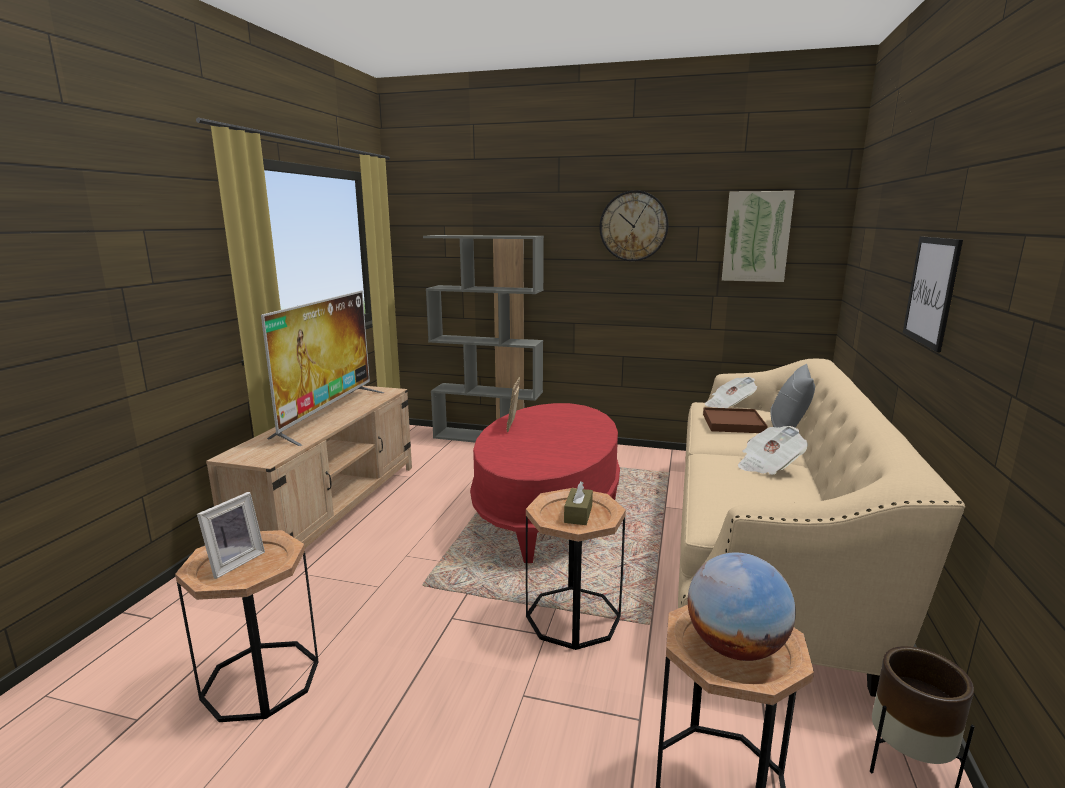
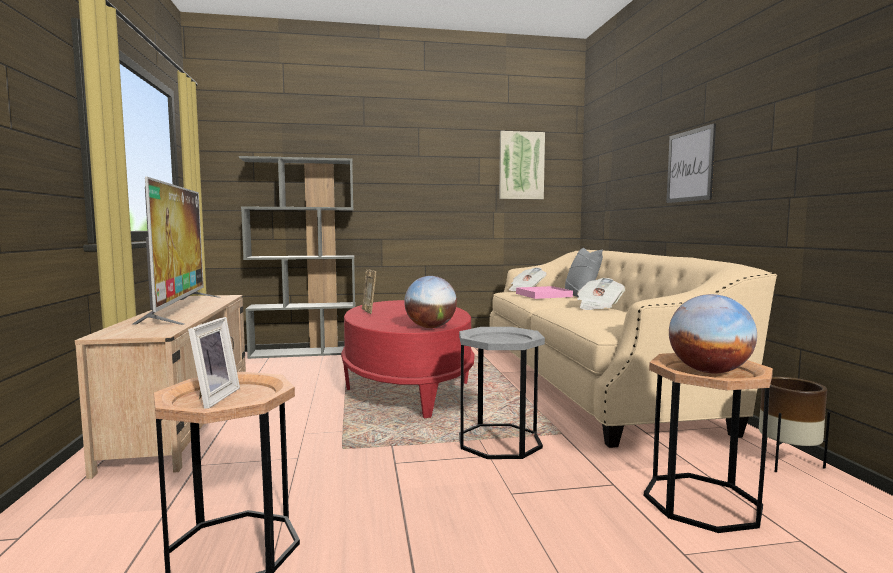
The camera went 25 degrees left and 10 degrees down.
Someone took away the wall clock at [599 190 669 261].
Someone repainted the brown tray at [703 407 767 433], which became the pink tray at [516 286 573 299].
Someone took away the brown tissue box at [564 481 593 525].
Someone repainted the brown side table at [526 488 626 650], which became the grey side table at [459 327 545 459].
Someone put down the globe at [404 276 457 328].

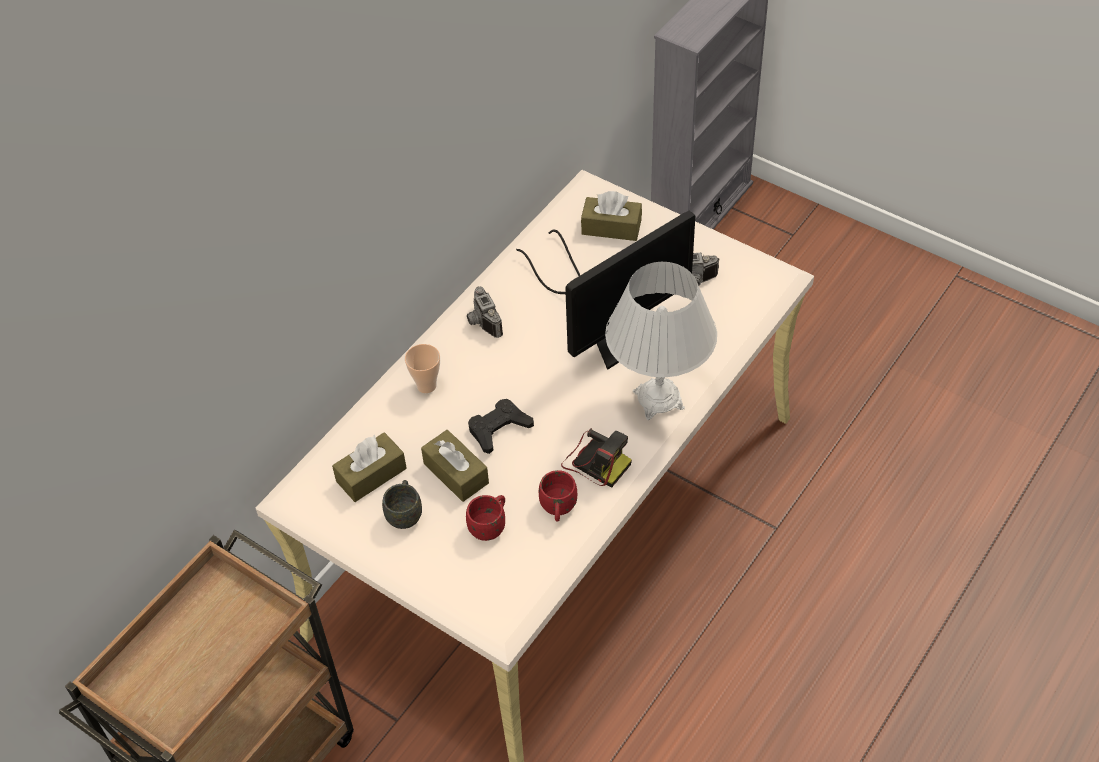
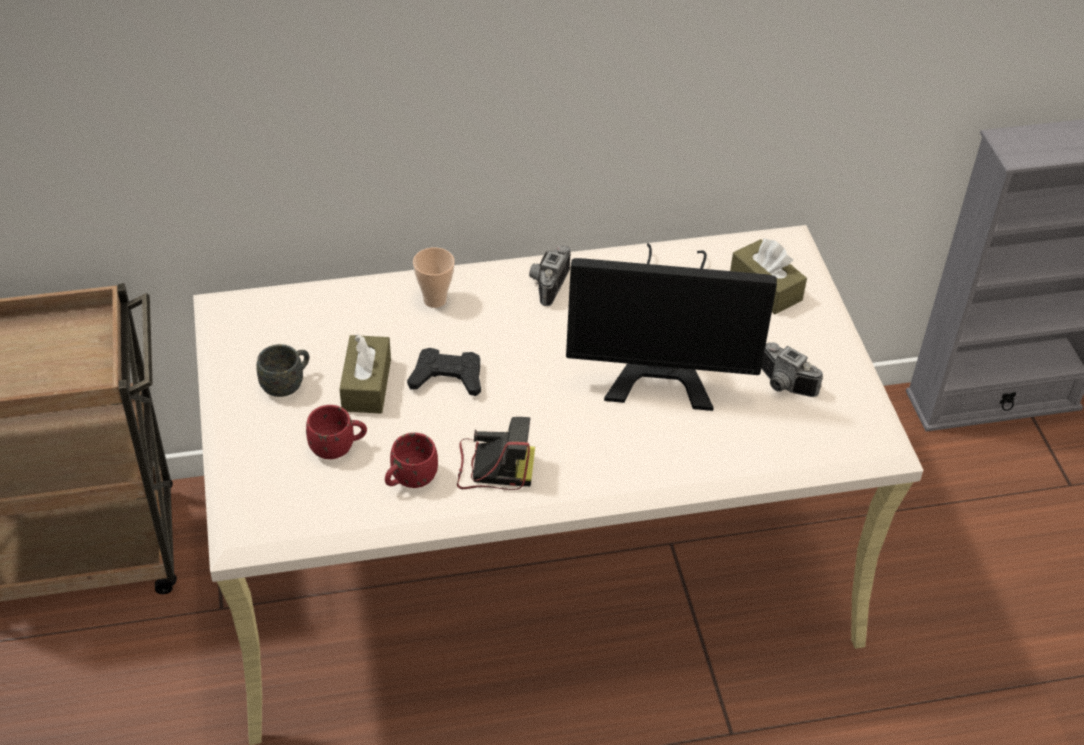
The camera went 40 degrees right and 5 degrees down.
Someone took away the white table lamp at [605 262 717 420].
Someone rotated the photo camera at [561 428 632 487] by 75 degrees counterclockwise.
Someone took away the brown tissue box at [332 432 406 502].

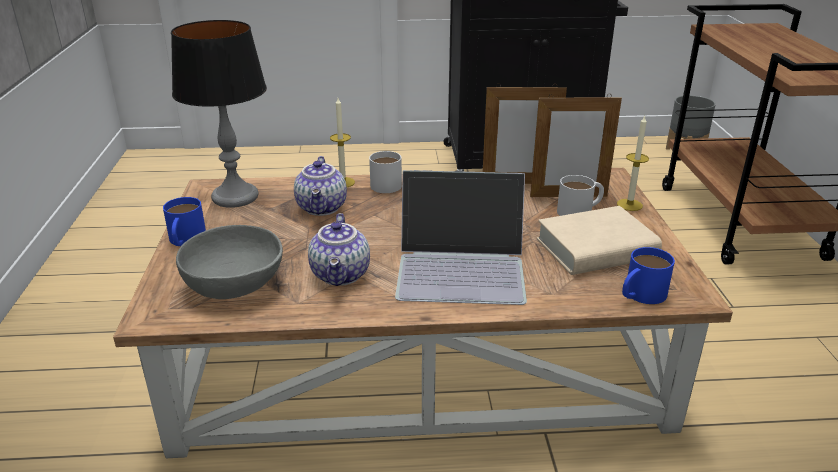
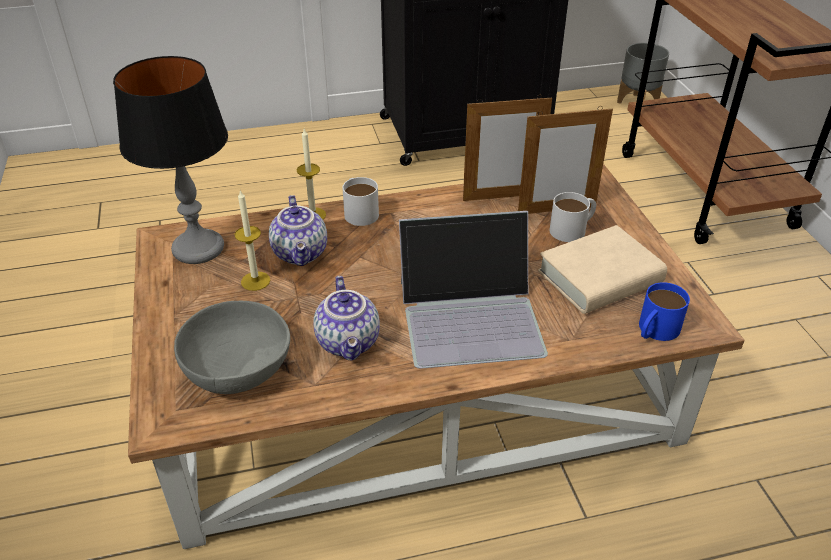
The camera went 10 degrees left and 10 degrees up.
Someone carried the candle from [617 116 649 211] to [235 190 271 291].
Someone took away the blue mug at [163 197 206 246].

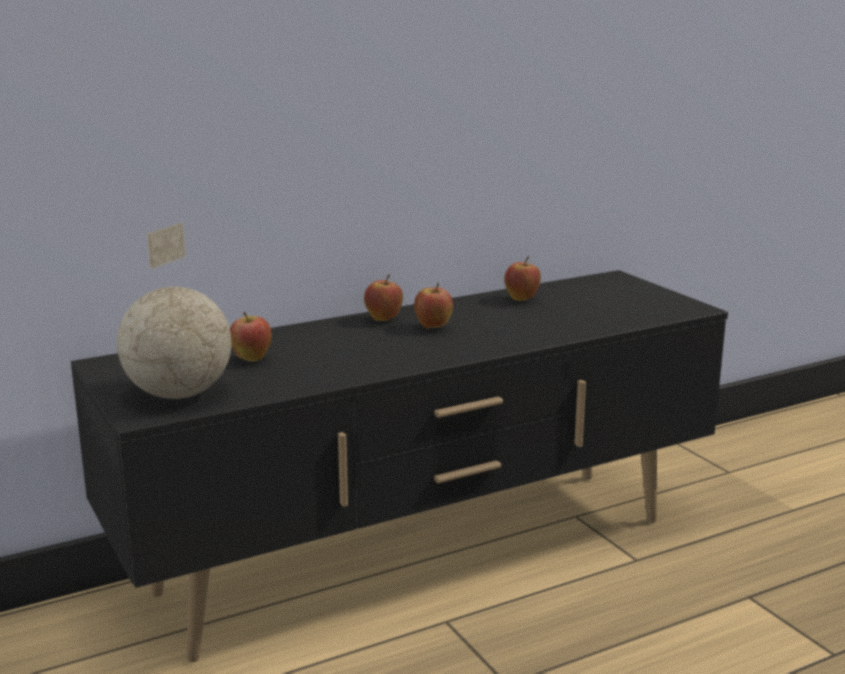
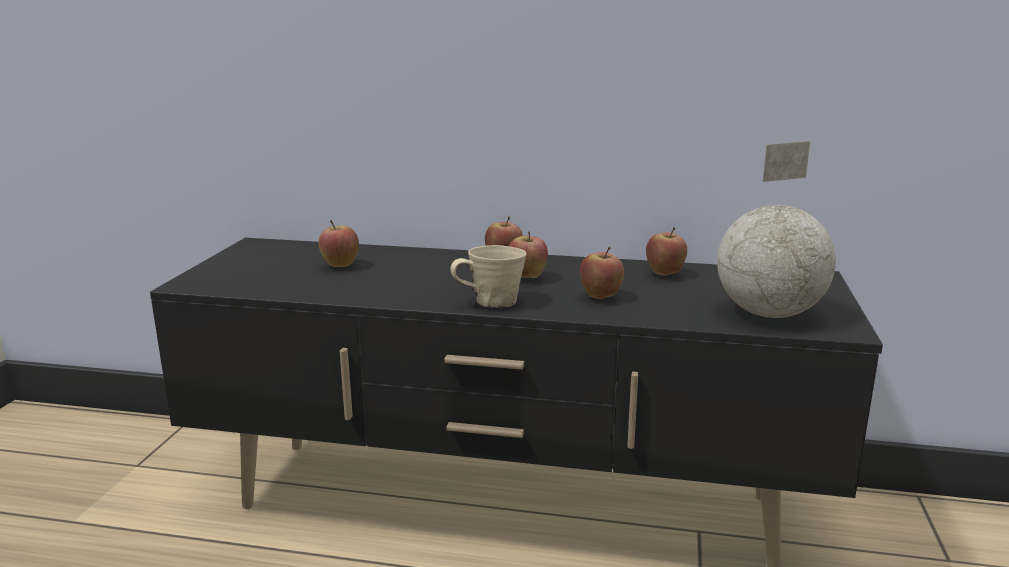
The camera went 40 degrees right and 0 degrees up.
Someone carried the globe from [117 222 232 399] to [717 141 836 318].
Someone put down the beige mug at [450 245 527 308].
Someone put down the apple at [580 246 624 299].

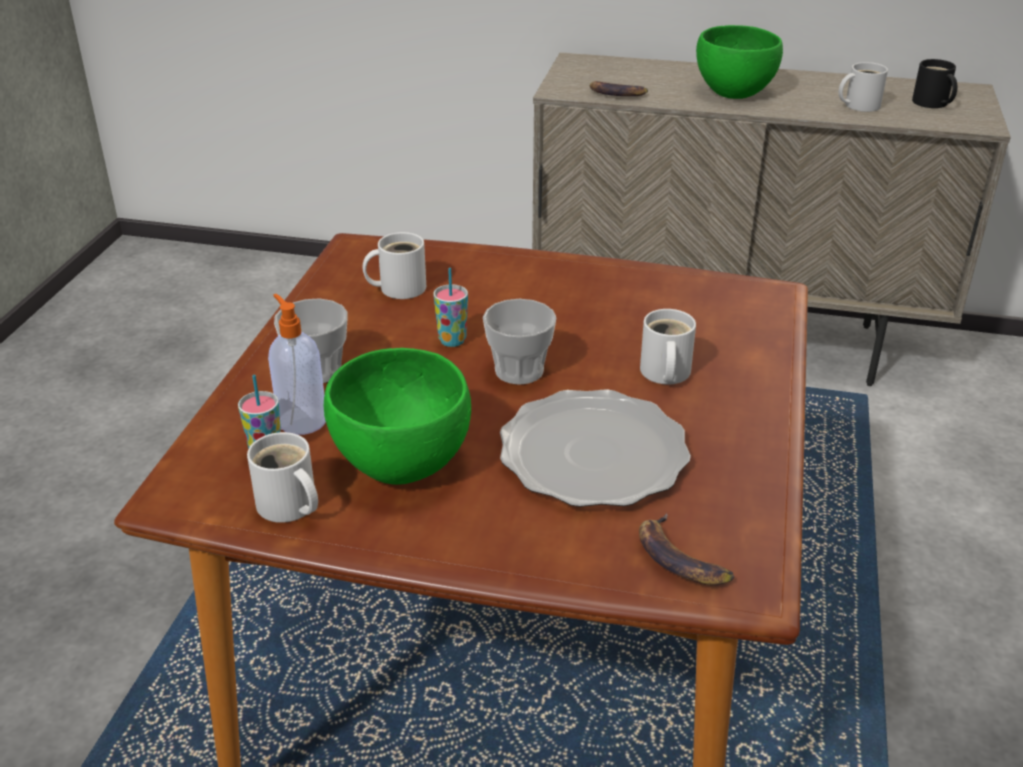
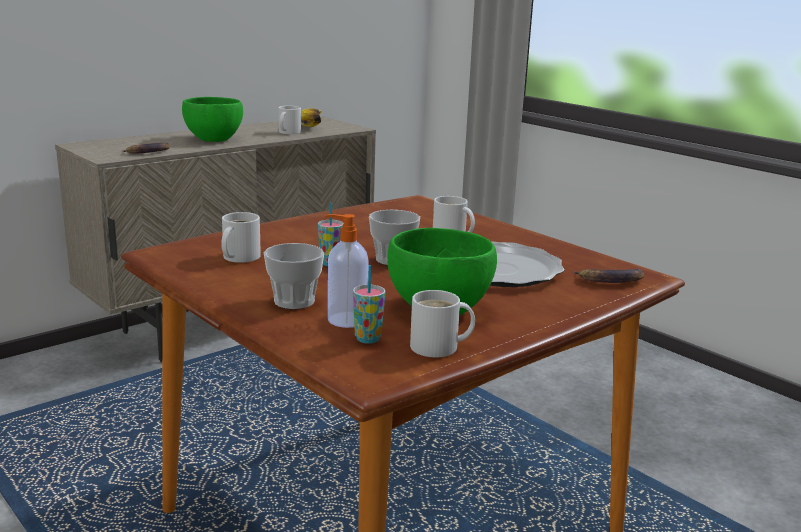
The camera went 55 degrees left and 15 degrees down.
Someone swapped the black mug at [912 59 957 108] for the banana at [301 108 323 127].

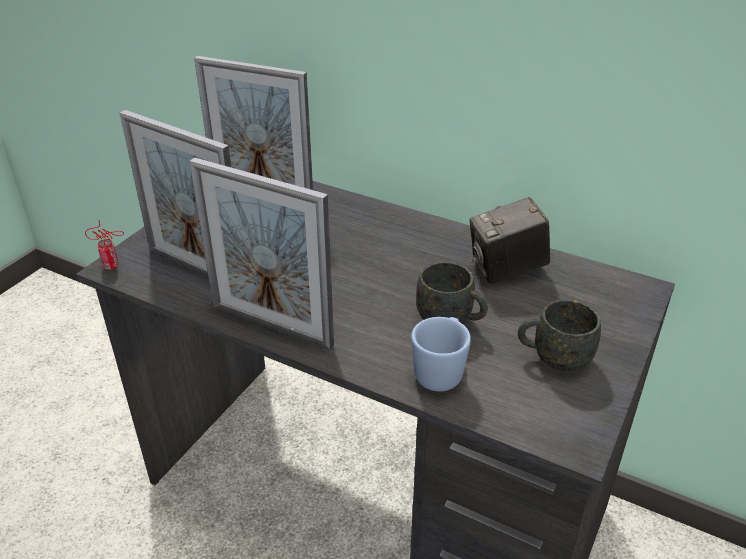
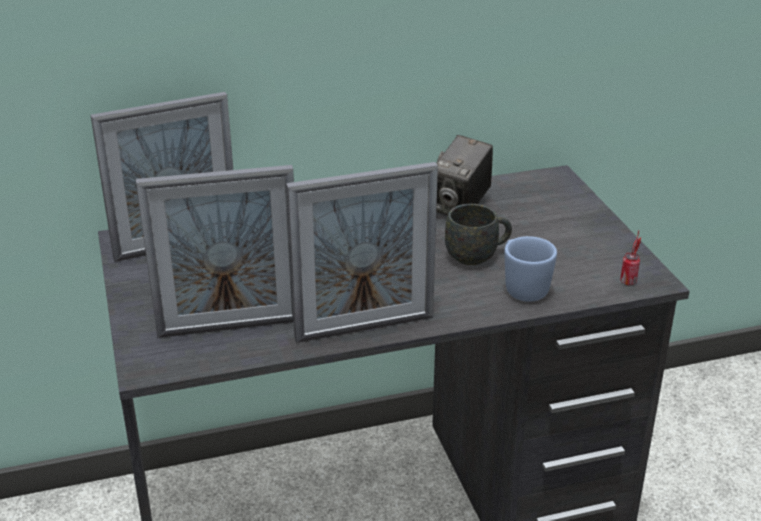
The camera went 45 degrees left and 5 degrees down.
Someone carried the can from [85 219 124 270] to [620 230 641 285].
Someone took away the grey mug at [518 299 601 371].

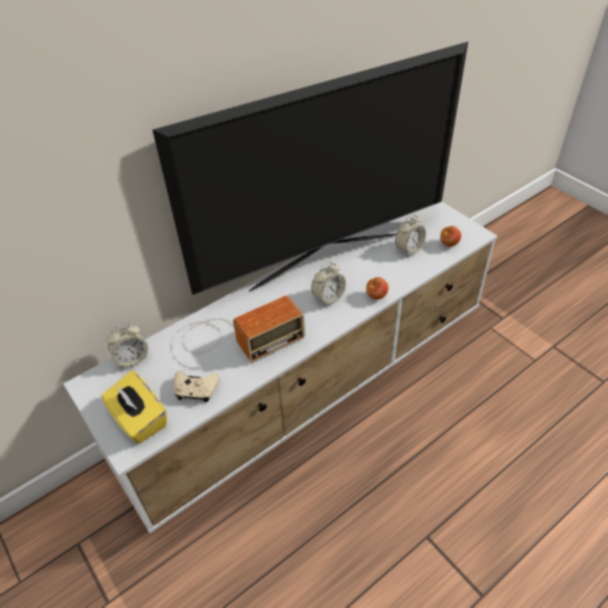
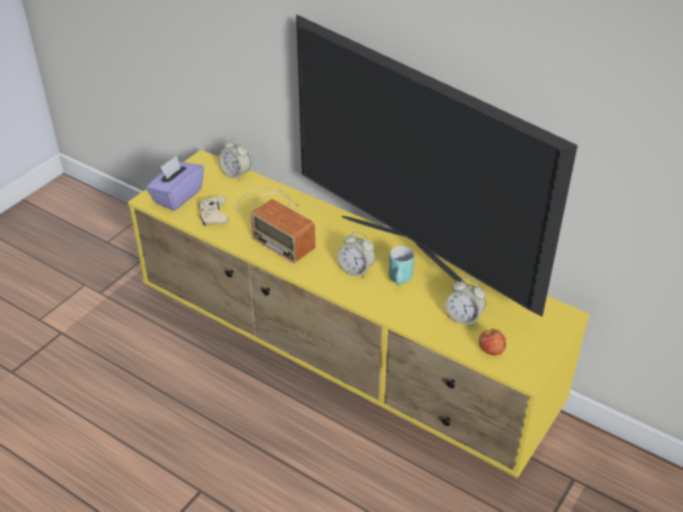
The camera went 70 degrees right and 5 degrees down.
Someone repainted the white tv stand at [63 202 497 533], which became the yellow tv stand at [128 150 590 478].
Someone took away the apple at [366 277 389 299].
Someone repainted the yellow tissue box at [101 370 167 443], which became the purple tissue box at [146 155 204 211].
Someone put down the turquoise mug at [389 246 414 286].

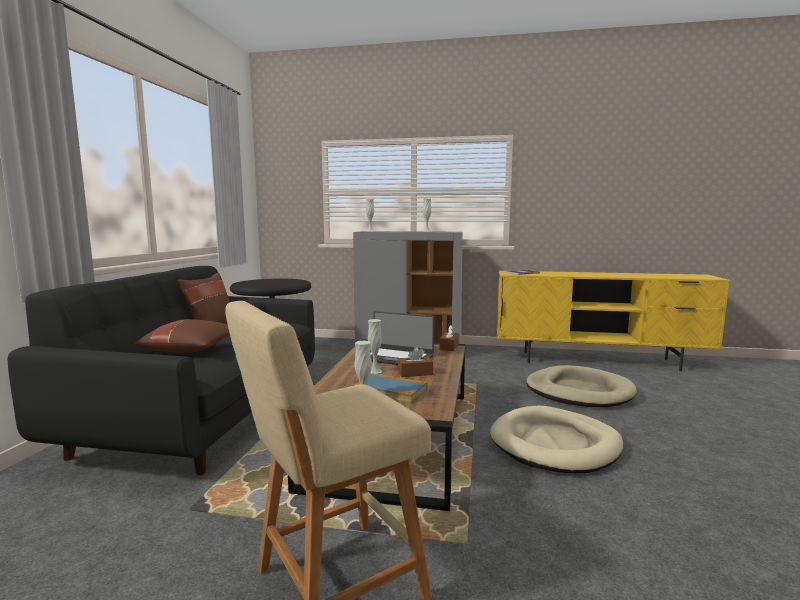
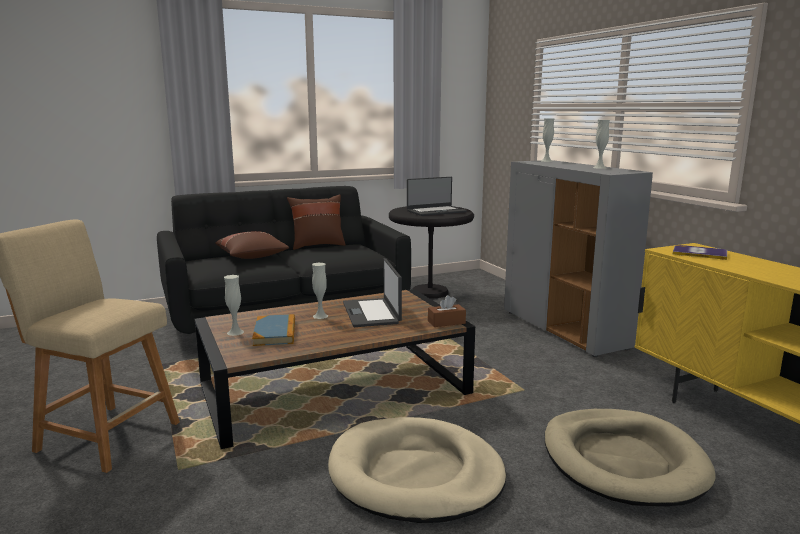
The camera went 55 degrees right and 5 degrees up.
Someone took away the brown tissue box at [398 347 433 377].
Someone put down the laptop at [407 177 467 216].

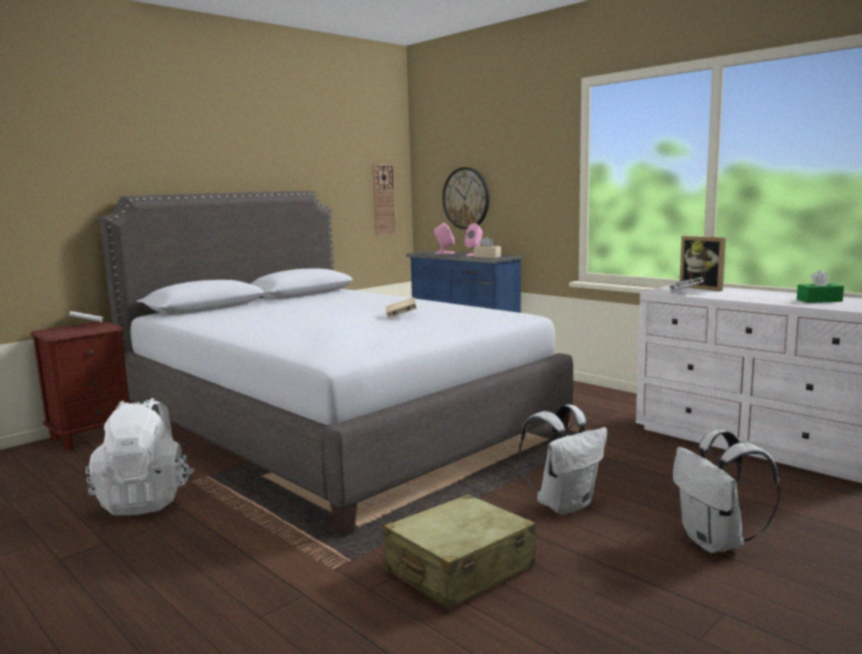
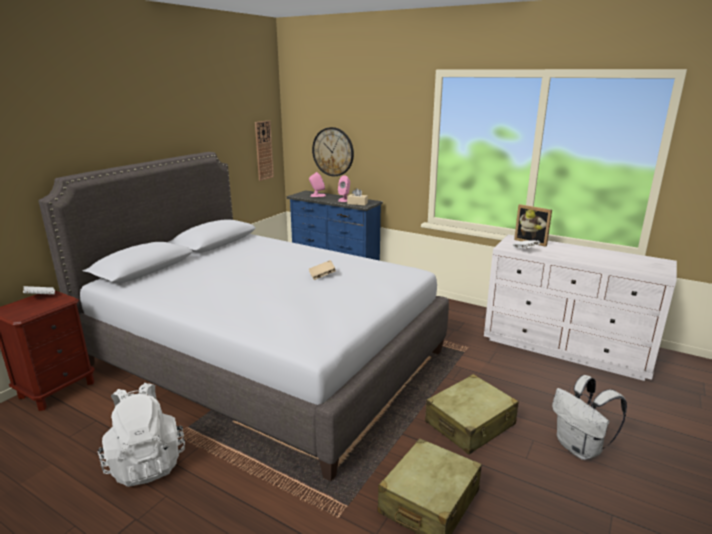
The camera went 15 degrees left and 10 degrees up.
Someone took away the green tissue box at [797 270 844 303].
Someone swapped the white backpack at [519 404 607 515] for the beige suitcase at [425 374 519 455].

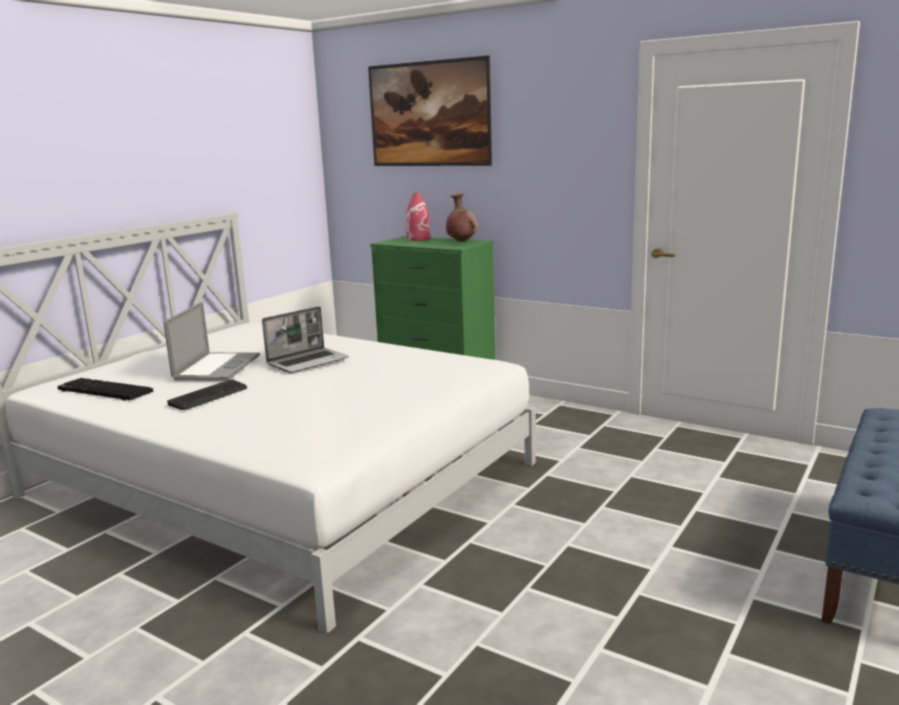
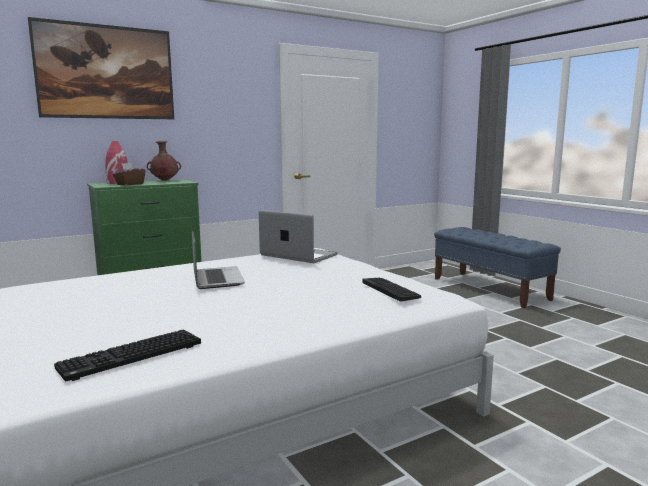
The camera went 65 degrees left and 5 degrees down.
Someone carried the laptop from [164 301 260 381] to [259 210 338 263].
Someone carried the keyboard from [167 379 247 410] to [362 278 421 301].
Someone put down the brown tissue box at [113 163 145 185].

